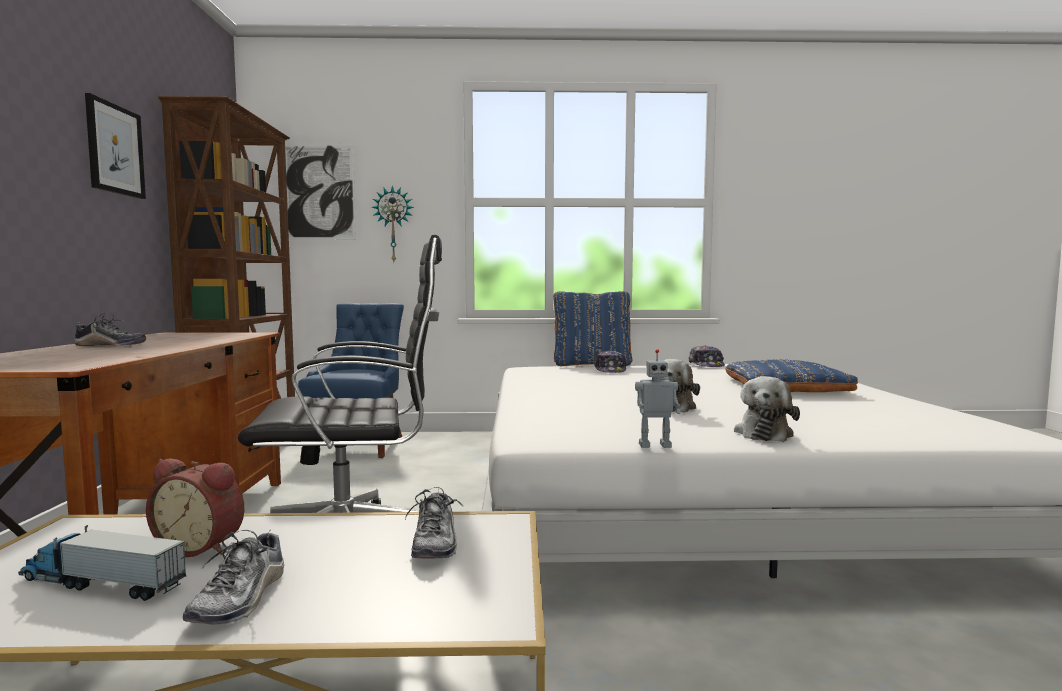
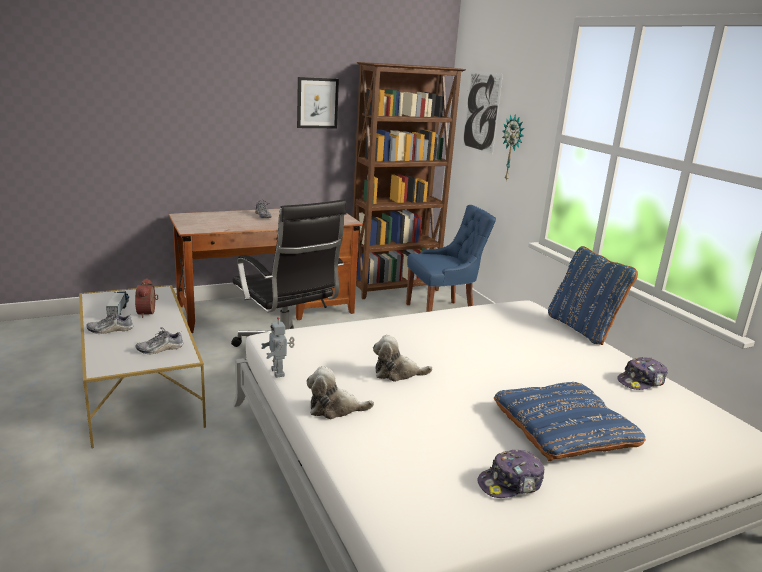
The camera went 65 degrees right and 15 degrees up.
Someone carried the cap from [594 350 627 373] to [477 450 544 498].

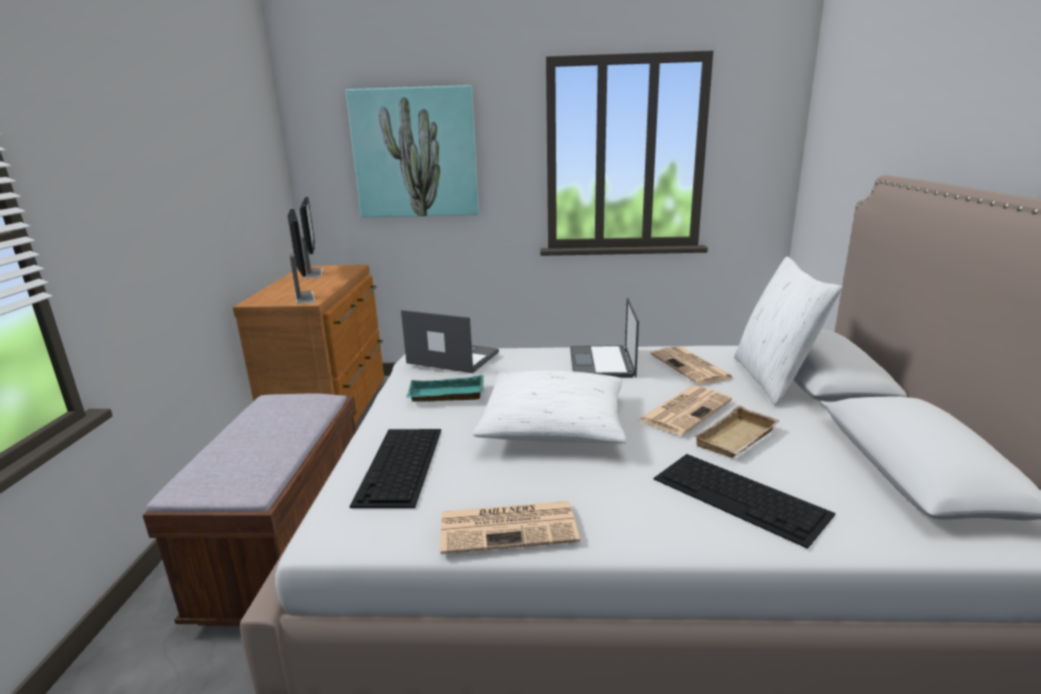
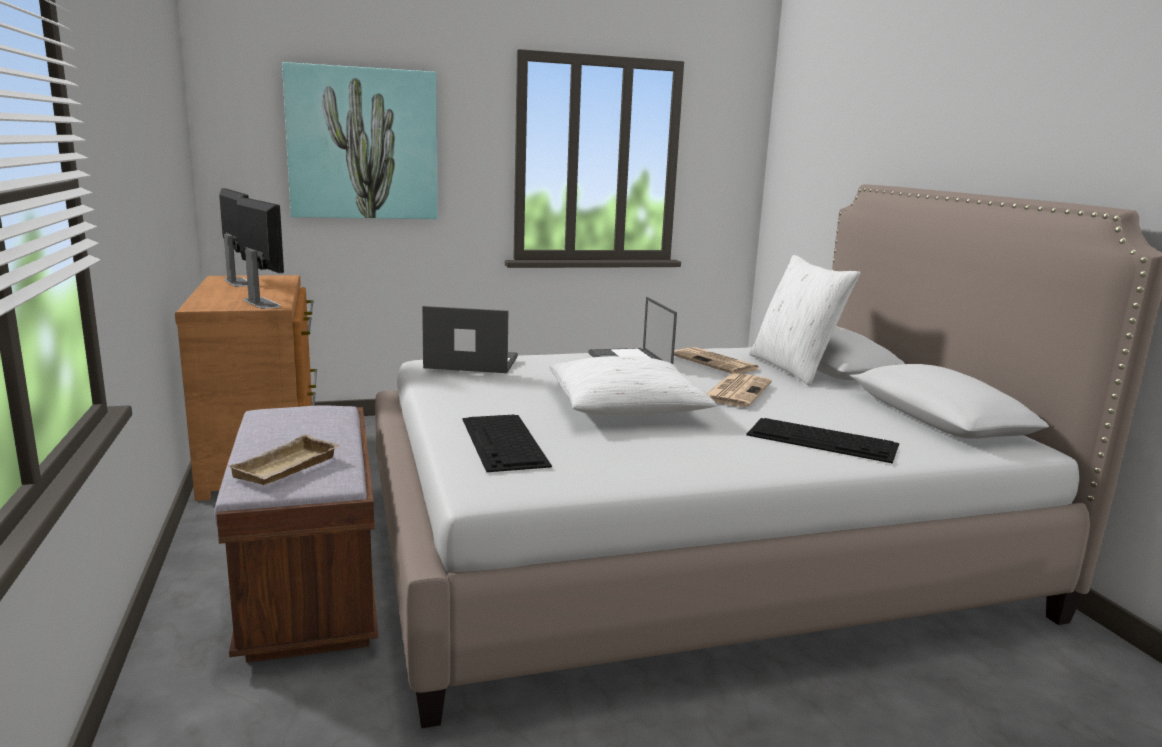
The camera went 20 degrees left and 5 degrees down.
Someone took away the turquoise tray at [407 375 484 402].
Someone carried the beige tray from [694 405 780 458] to [228 434 340 485].
Someone took away the newspaper at [440 501 580 554].

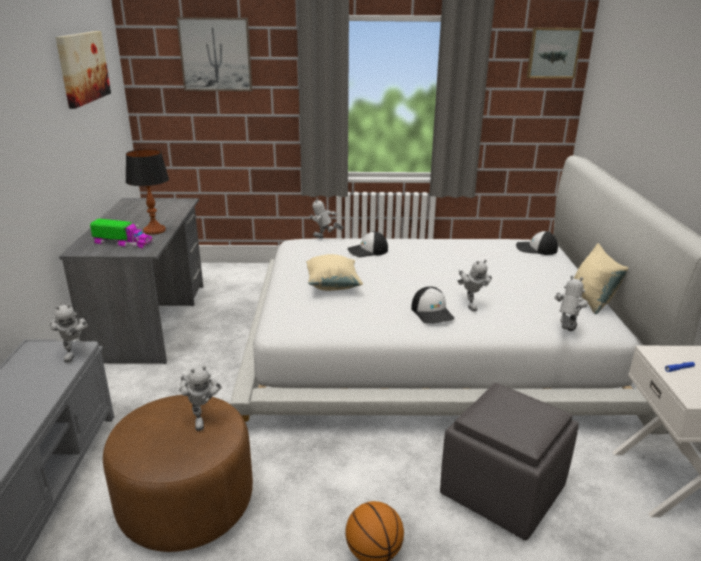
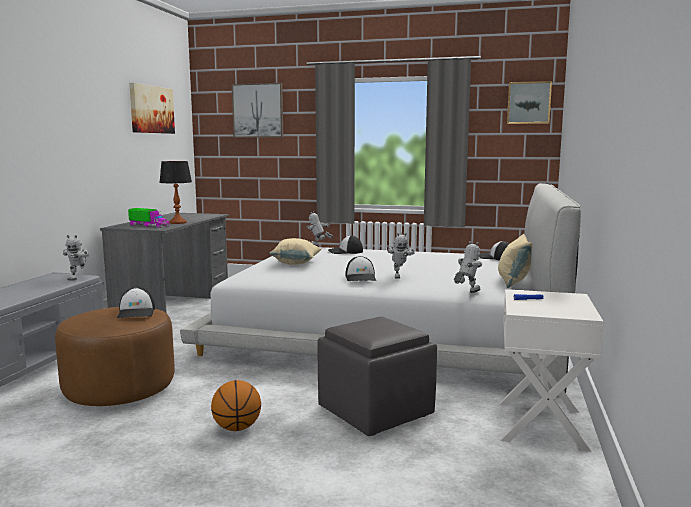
The camera went 15 degrees right and 15 degrees down.
Someone swapped the toy robot at [179 365 222 431] for the cap at [117 288 155 318].

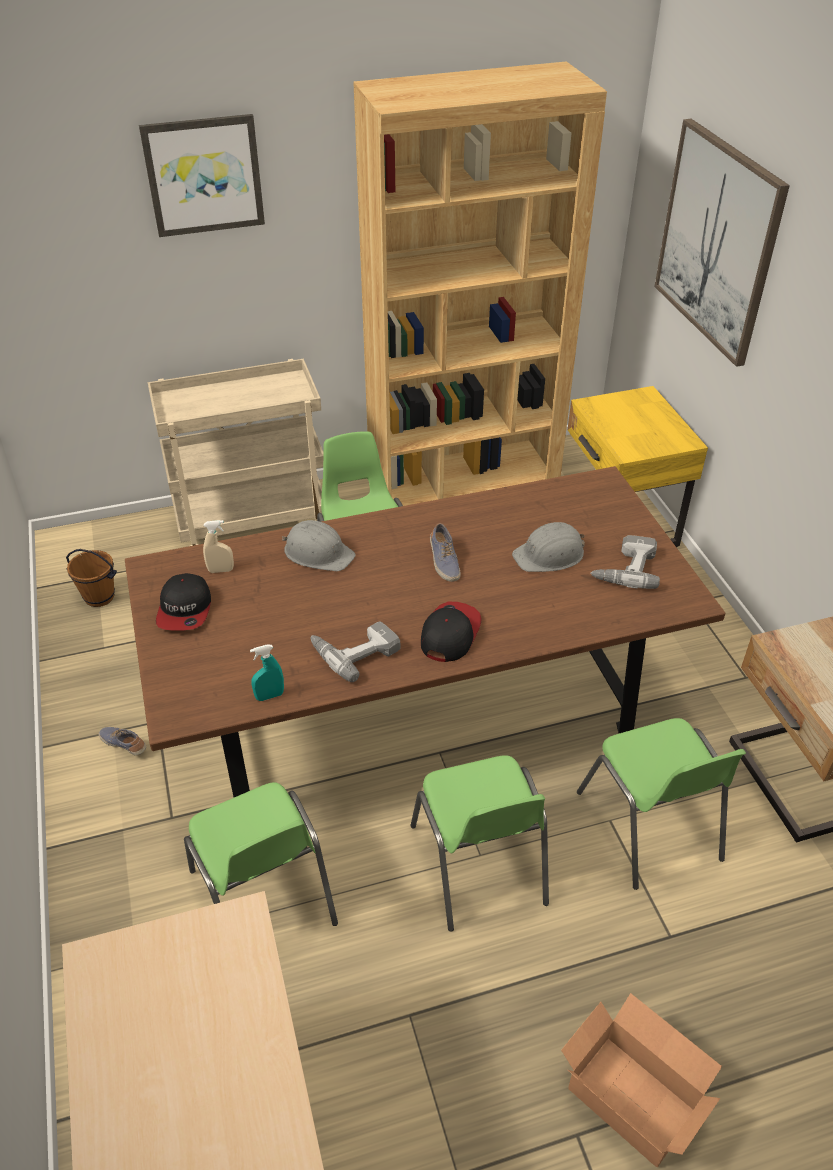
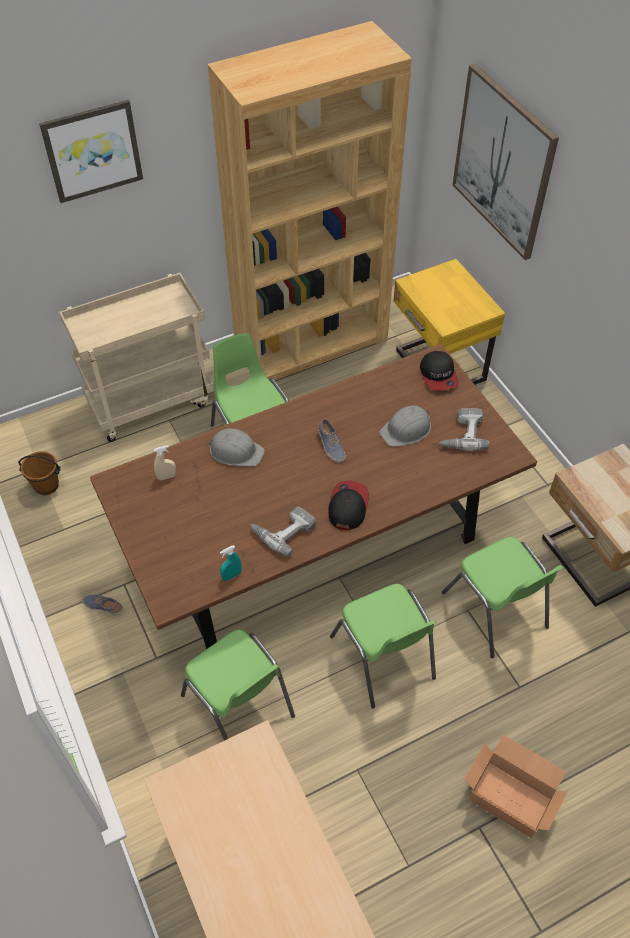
The camera went 10 degrees left and 10 degrees up.
Someone carried the cap from [156 573 211 631] to [420 351 458 391].

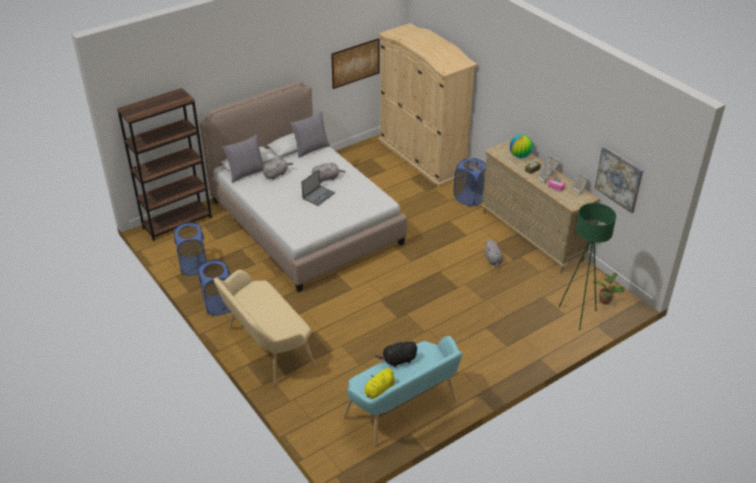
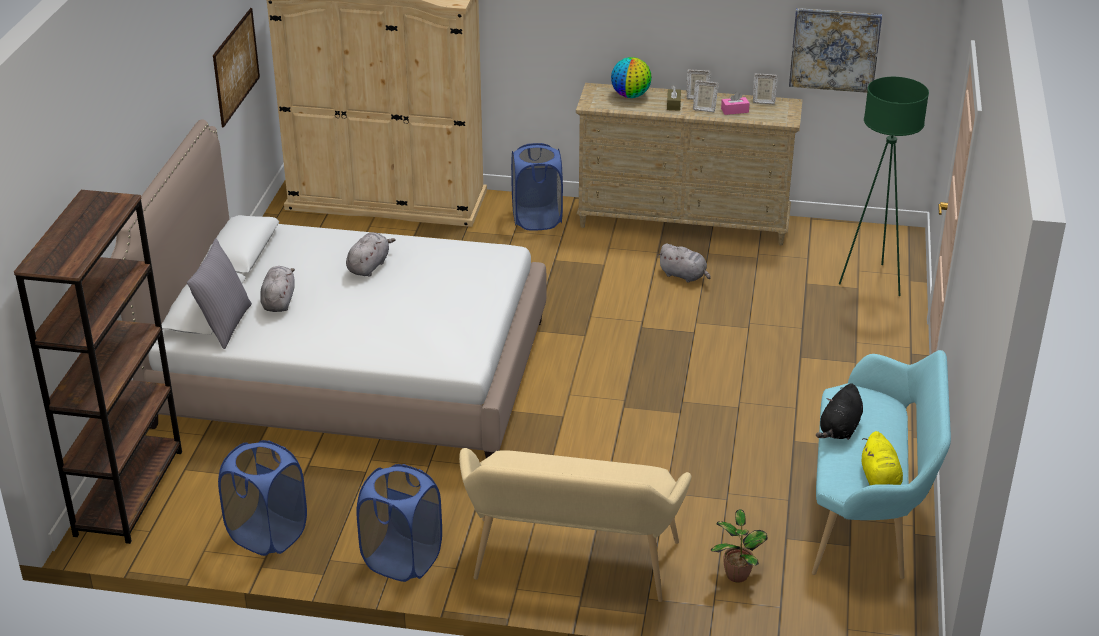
The camera went 45 degrees left and 5 degrees down.
Someone took away the grey pillow at [290 111 330 158].
Someone took away the laptop at [301 169 335 206].
Someone carried the potted plant from [593 273 625 305] to [711 509 768 583].

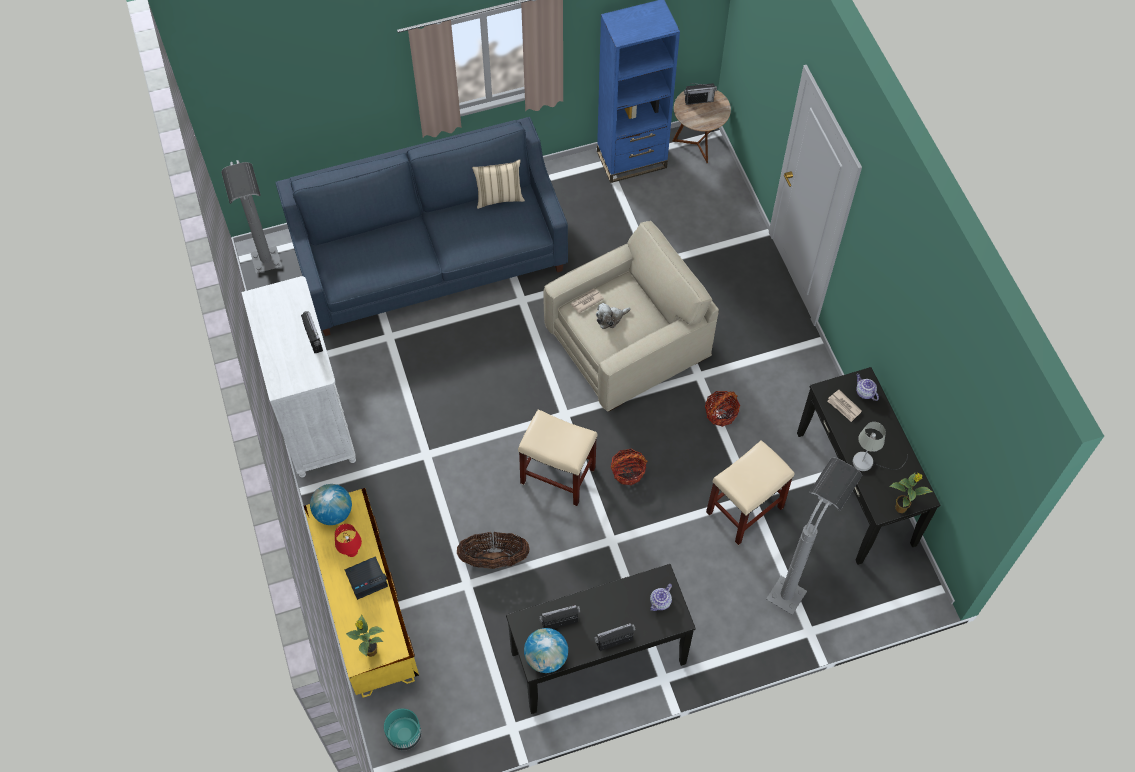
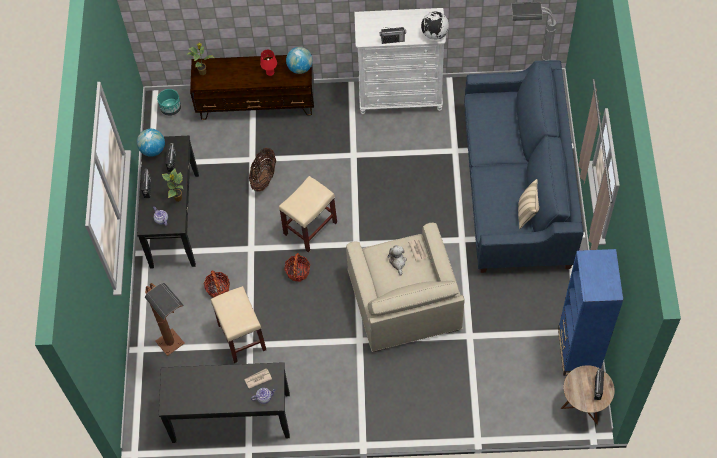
The camera went 110 degrees right and 0 degrees up.
Someone carried the basket from [705 391 740 427] to [204 270 230 298].
Someone took away the grey table lamp at [853 422 908 471].
Someone repainted the grey floor lamp at [766 458 862 615], which became the brown floor lamp at [145 283 185 356].
Someone carried the potted plant from [889 473 932 513] to [162 168 183 202].
Someone repainted the yellow tv stand at [304 488 419 698], which became the brown tv stand at [190 55 314 120].
Someone took away the alarm clock at [345 556 388 600].
Someone put down the globe at [421 12 449 40].

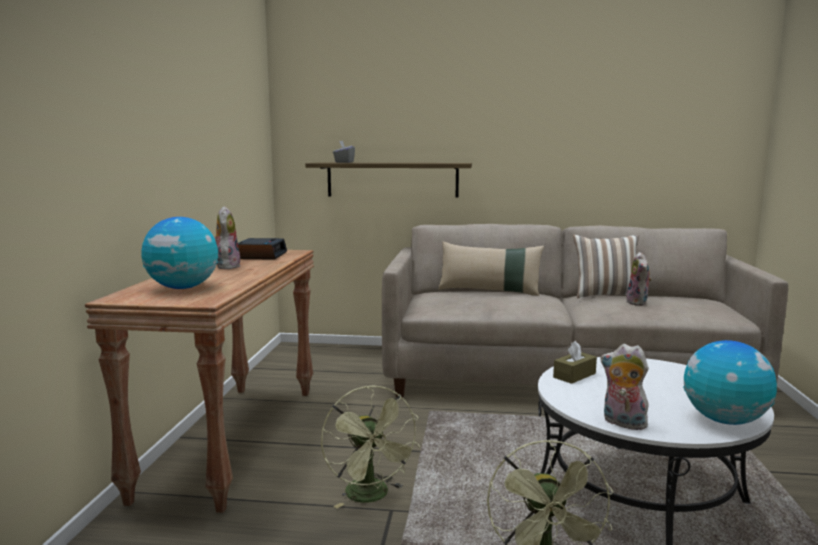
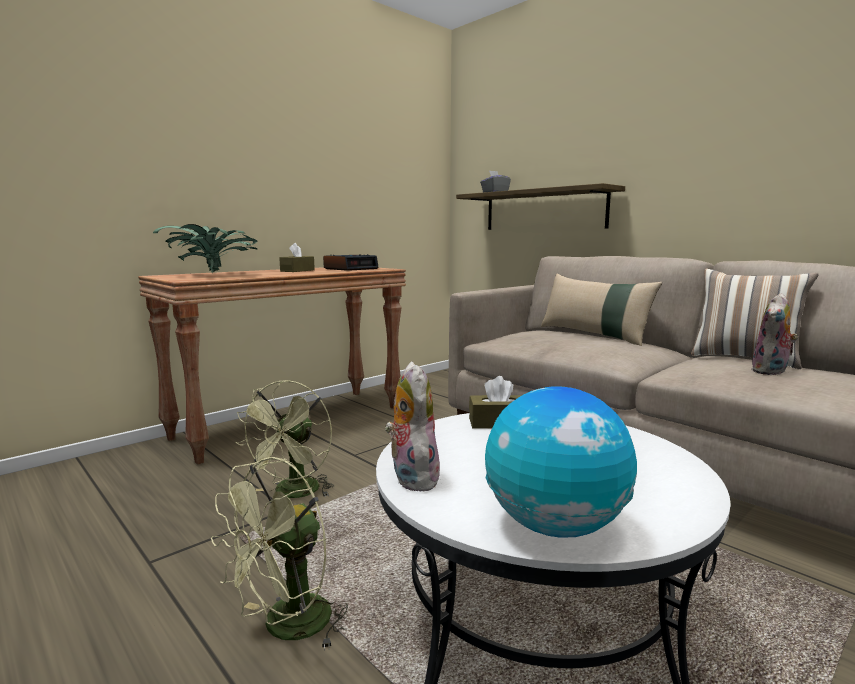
The camera went 40 degrees right and 0 degrees up.
Someone swapped the plush toy at [214 206 241 269] for the brown tissue box at [279 243 315 272].
Someone swapped the globe at [141 217 218 289] for the potted plant at [153 224 257 273].

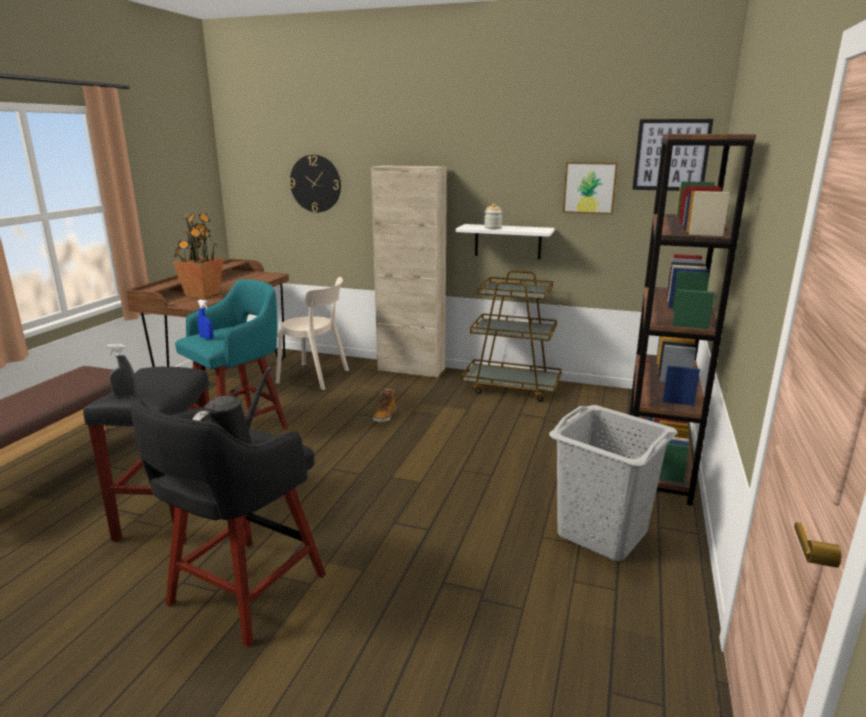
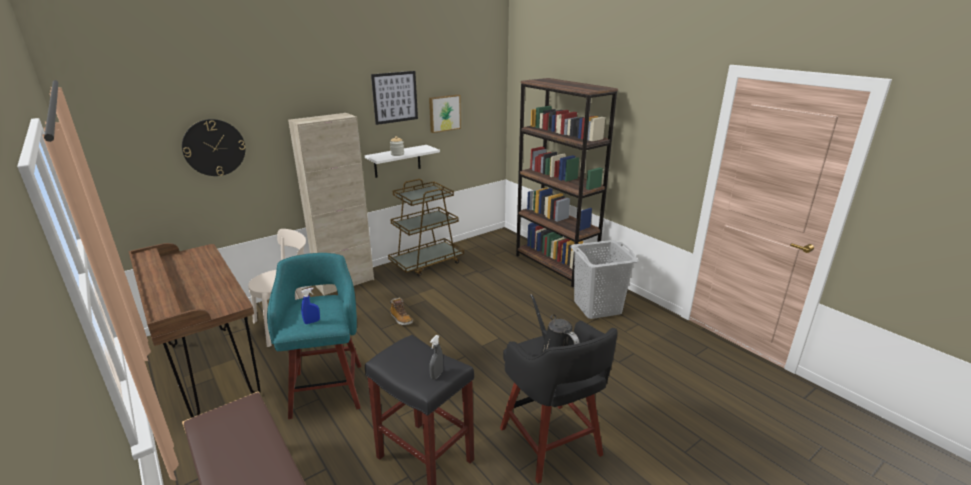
The camera went 55 degrees left and 5 degrees up.
Someone carried the picture from [632 119 713 191] to [371 71 418 125].
Someone took away the potted plant at [173 211 224 298].

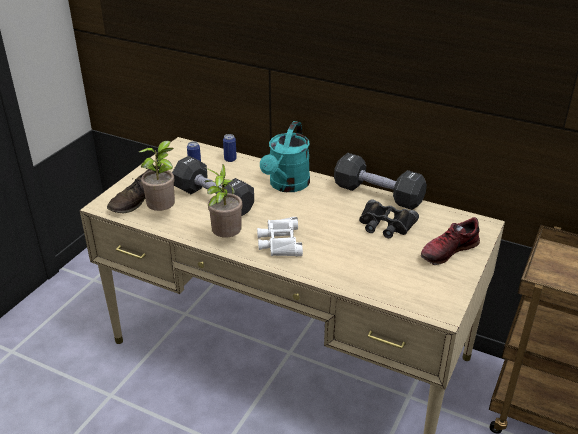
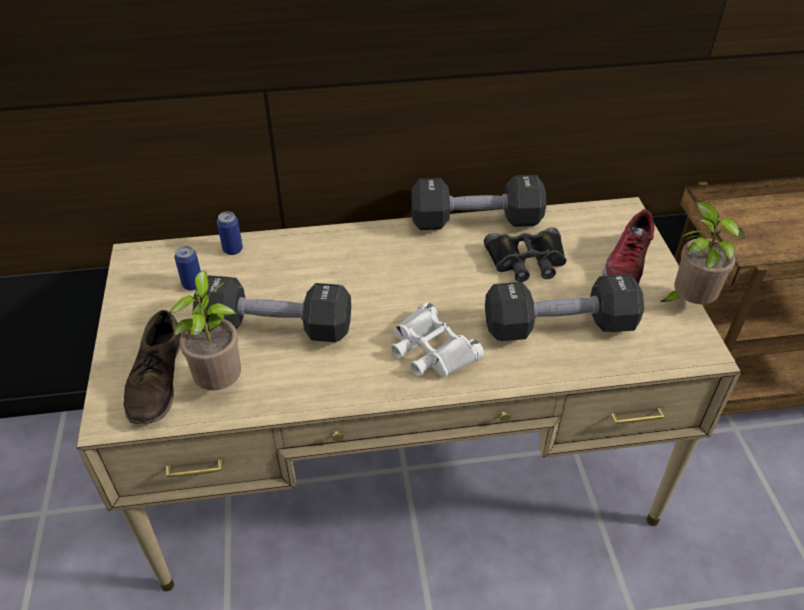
The camera went 35 degrees left and 10 degrees up.
Someone took away the turquoise watering can at [260 121 310 192].
Someone carried the potted plant from [204 164 242 238] to [661 201 744 304].
Someone put down the black dumbbell at [485 274 644 341].

